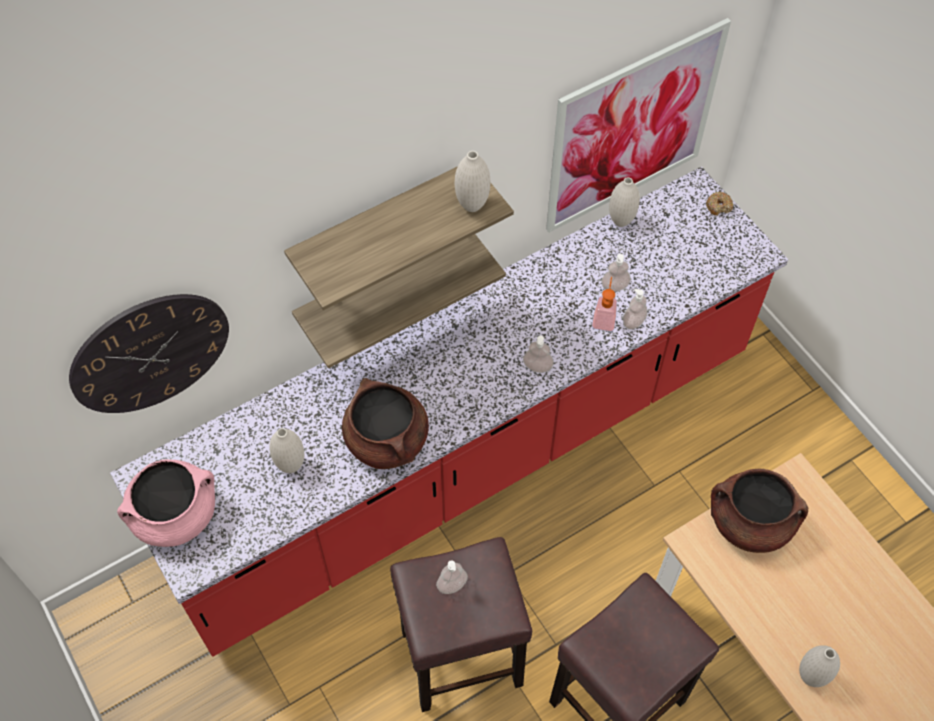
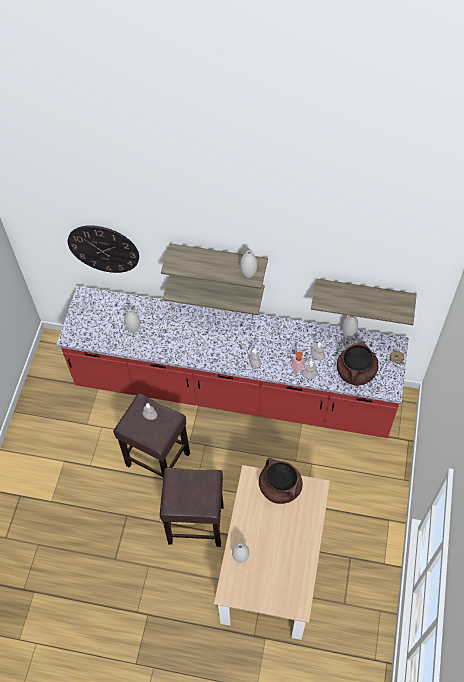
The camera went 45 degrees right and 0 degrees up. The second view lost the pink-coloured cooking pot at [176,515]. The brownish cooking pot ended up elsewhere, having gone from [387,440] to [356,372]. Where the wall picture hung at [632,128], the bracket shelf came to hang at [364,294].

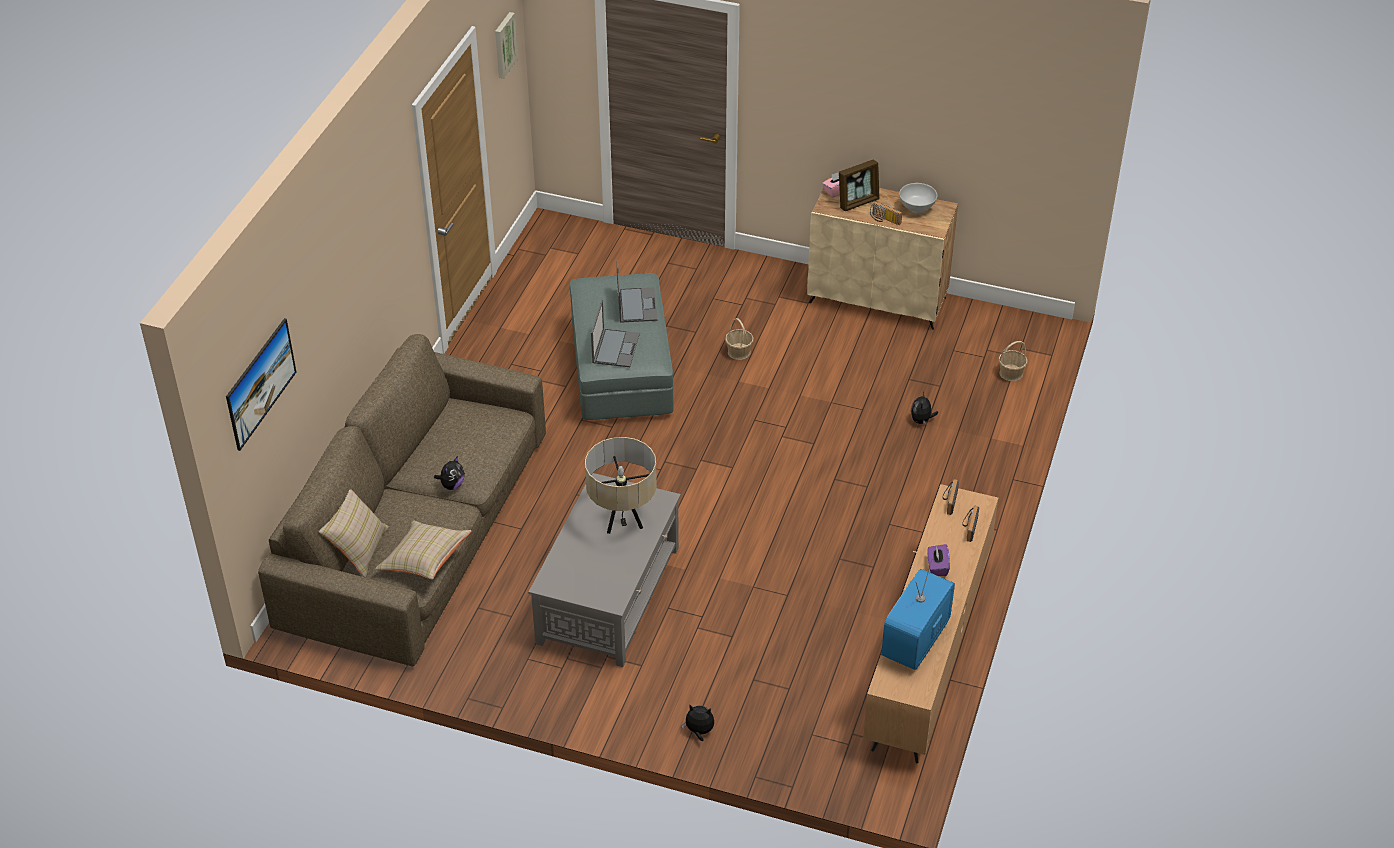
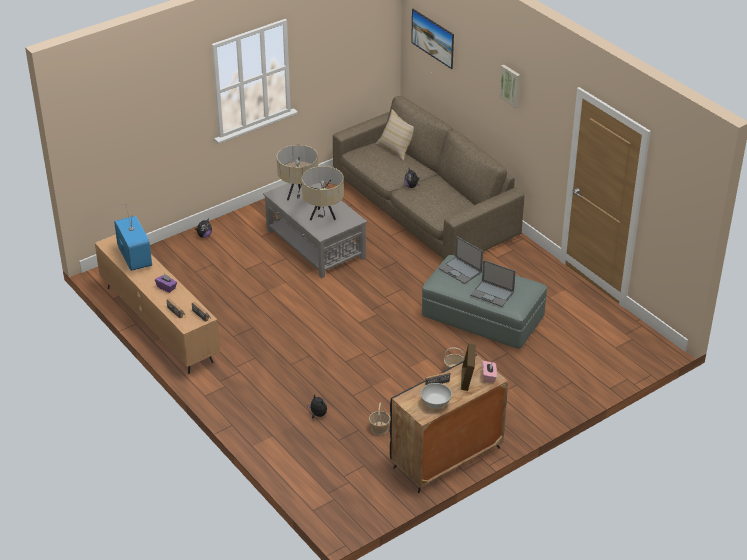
The camera went 125 degrees right and 5 degrees down. The second view lost the beige throw pillow at [424,560]. The wall picture ended up elsewhere, having gone from [504,45] to [511,85]. What was the beige cabinet at [878,300] turned into the black-coloured cabinet at [446,458]. The storage basket ended up elsewhere, having gone from [1011,373] to [379,429]. The second view gained the beige lamp for a table at [298,195].

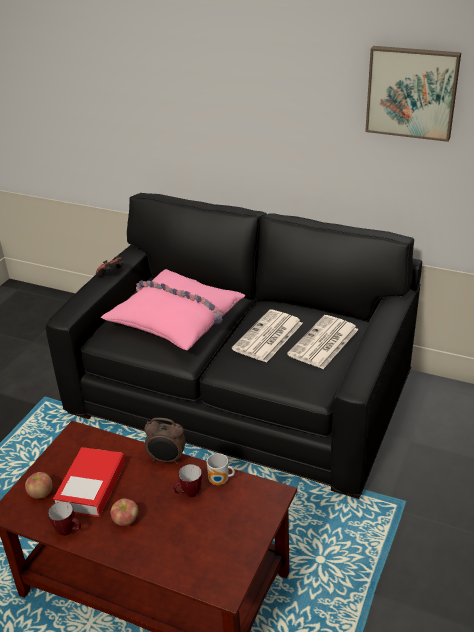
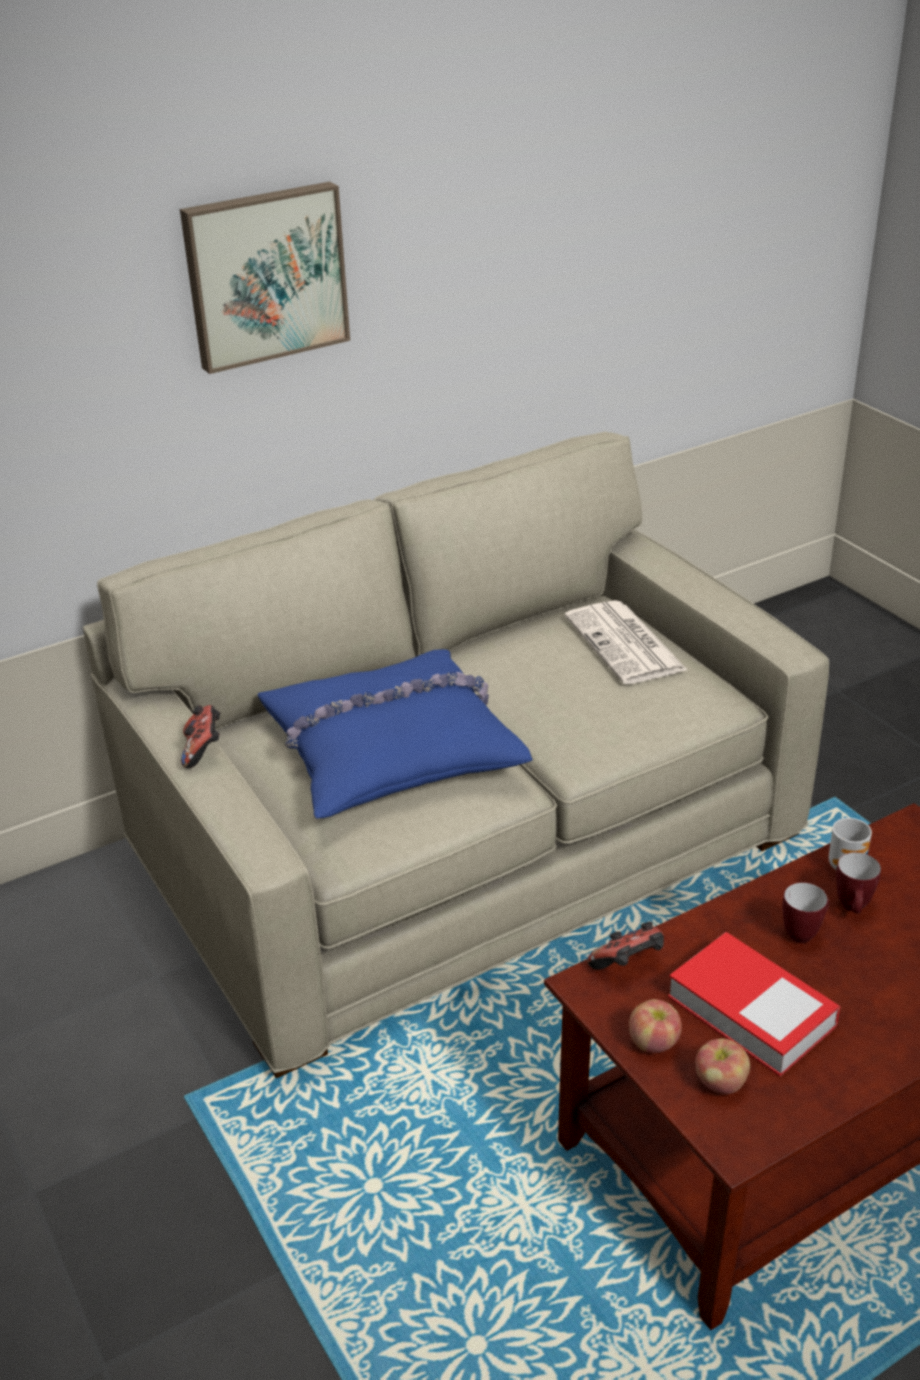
The camera went 55 degrees left and 0 degrees up. What was the black-coloured couch at [243,393] turned into the beige couch at [464,840]. The mug ended up elsewhere, having gone from [69,531] to [803,932]. What was the pink-coloured throw pillow at [177,318] turned into the blue throw pillow at [391,749]. The apple ended up elsewhere, having gone from [126,521] to [654,1043]. The second view lost the bedside clock at [167,459]. The second view lost the daily paper at [268,337]. The wall picture ended up elsewhere, having gone from [412,92] to [265,275]. The second view gained the game controller at [628,965].

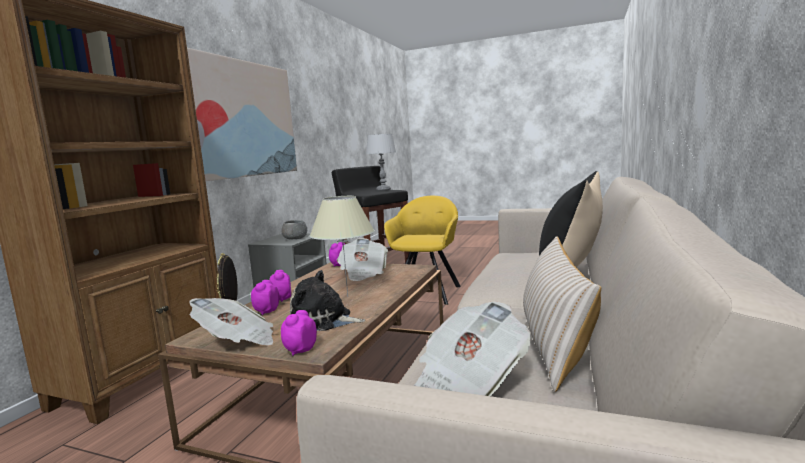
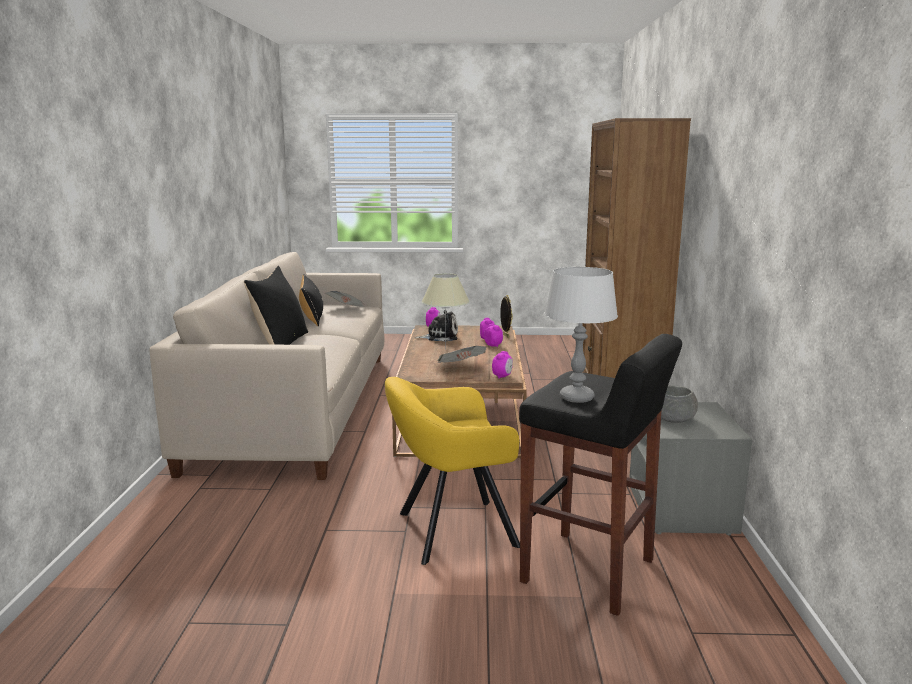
The camera went 160 degrees right and 5 degrees up. The second view lost the wall picture at [244,119]. The second view lost the daily paper at [237,341]. The yellowish armchair at [428,292] ended up facing another way, 75 degrees clockwise from before. What was the beige throw pillow at [554,341] turned into the black-coloured throw pillow at [312,317].

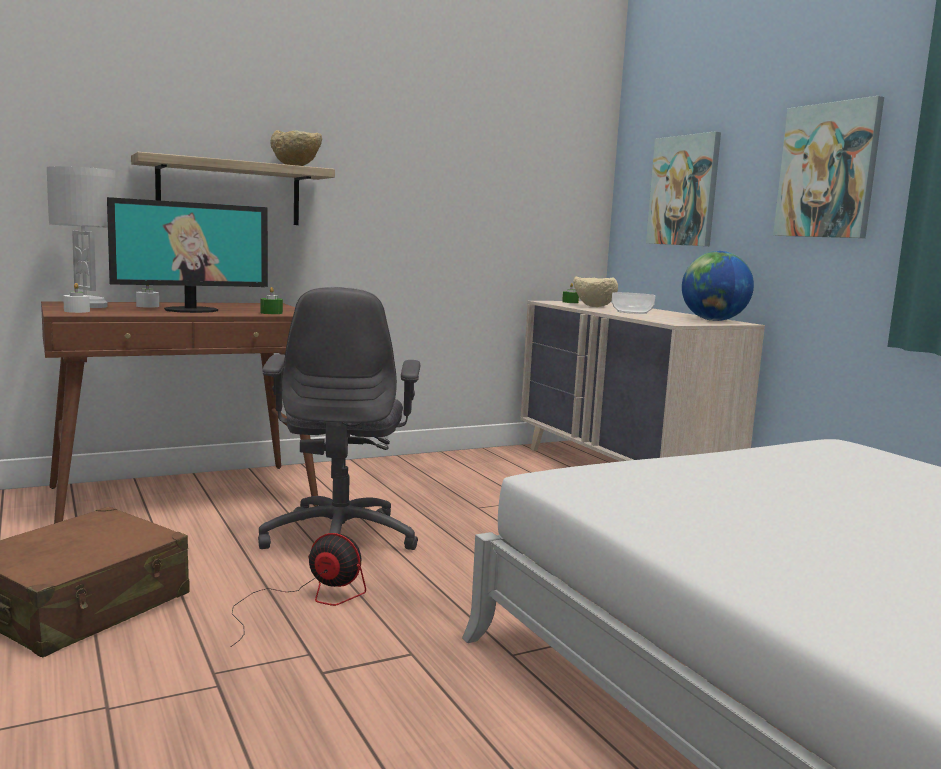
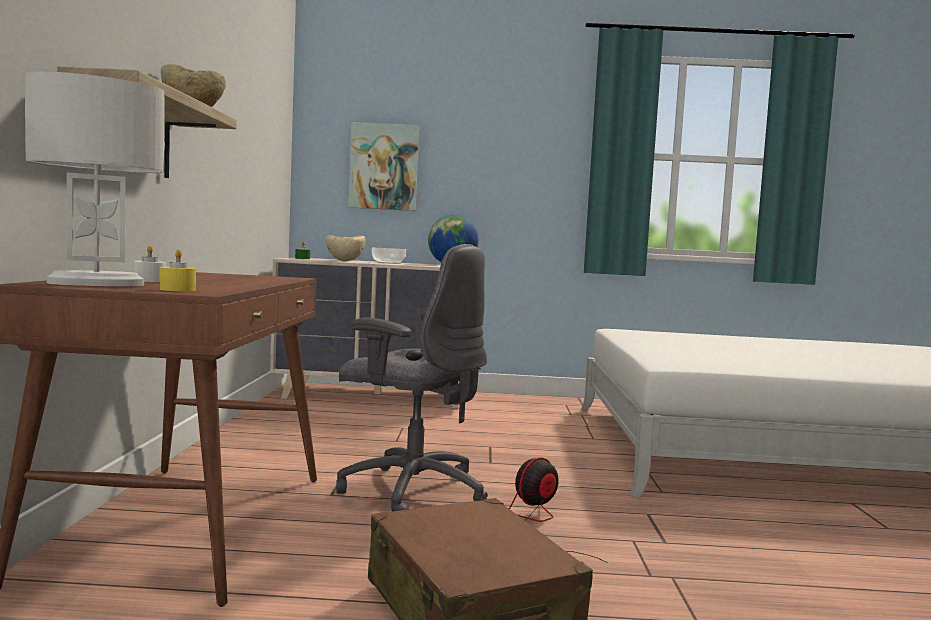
The camera went 60 degrees left and 5 degrees down. What was the white-coloured candle at [77,311] turned into the yellowish candle at [177,289]. The second view lost the computer screen at [191,310]. The second view lost the green-coloured candle at [271,313]. The second view lost the wall picture at [828,171].

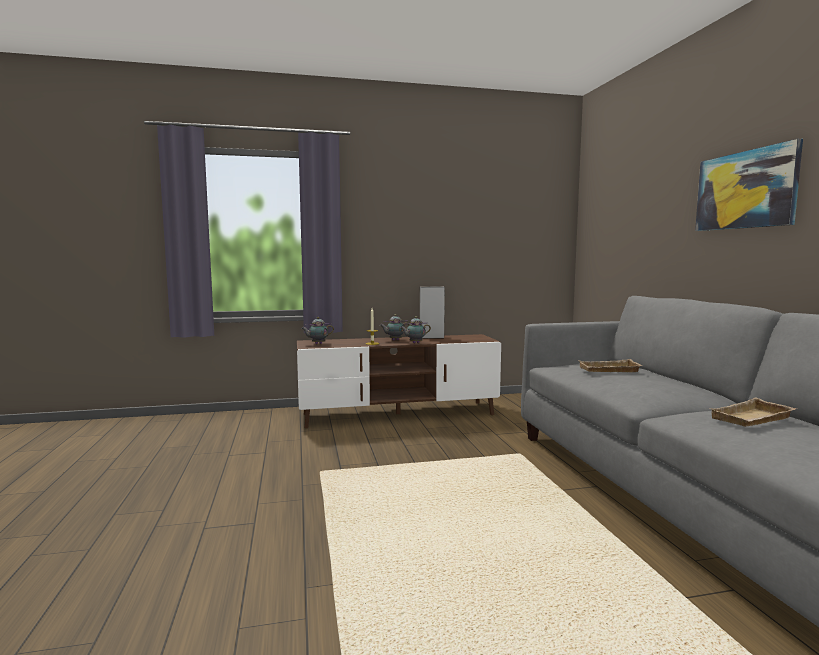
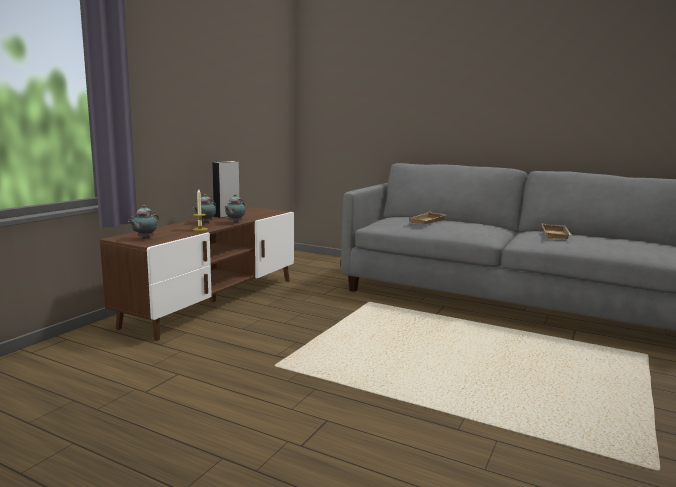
The camera went 50 degrees left and 5 degrees up. The second view lost the wall picture at [745,190].

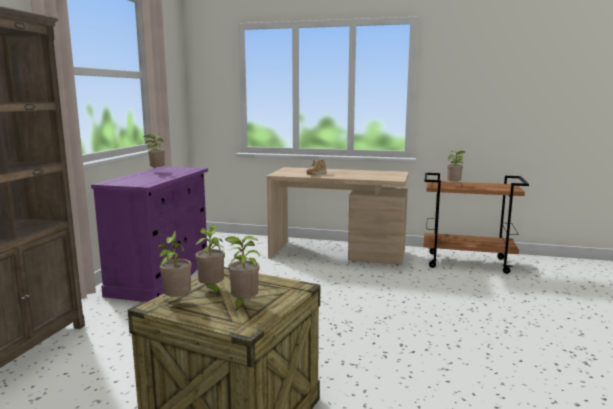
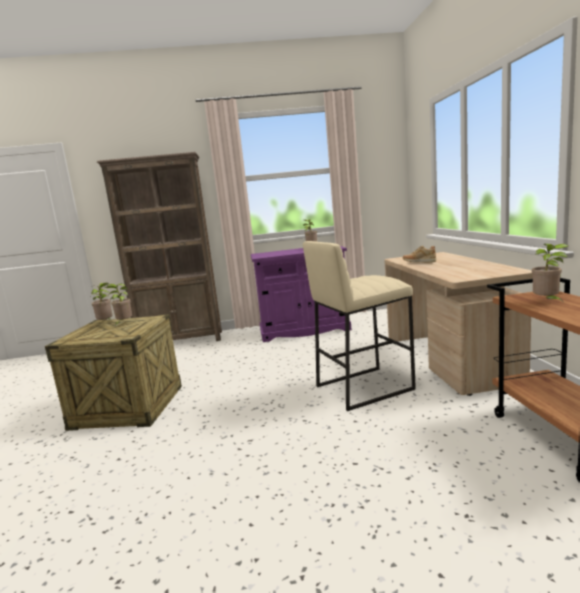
The camera went 70 degrees right and 0 degrees up. The second view lost the houseplant at [243,304]. The second view gained the beige stool at [363,387].

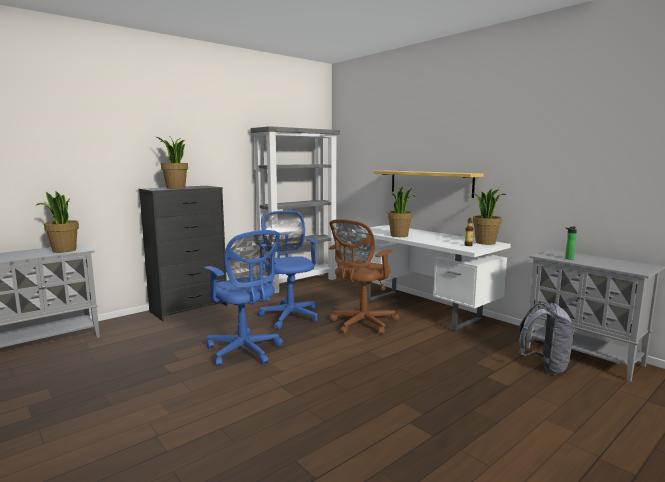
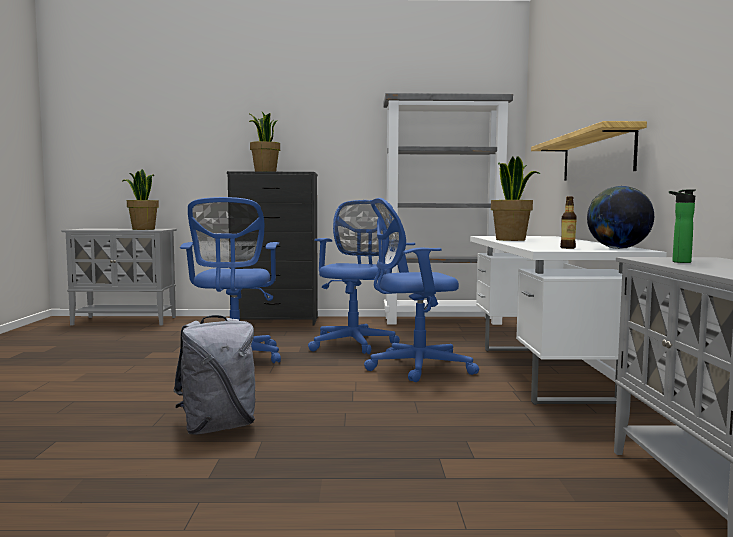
The camera went 40 degrees right and 5 degrees down. What was the brownish computer chair at [361,324] turned into the blue computer chair at [414,368]. Where the houseplant stood at [485,242], the world globe came to stand at [618,248]. The grey rucksack ended up elsewhere, having gone from [544,366] to [218,427].

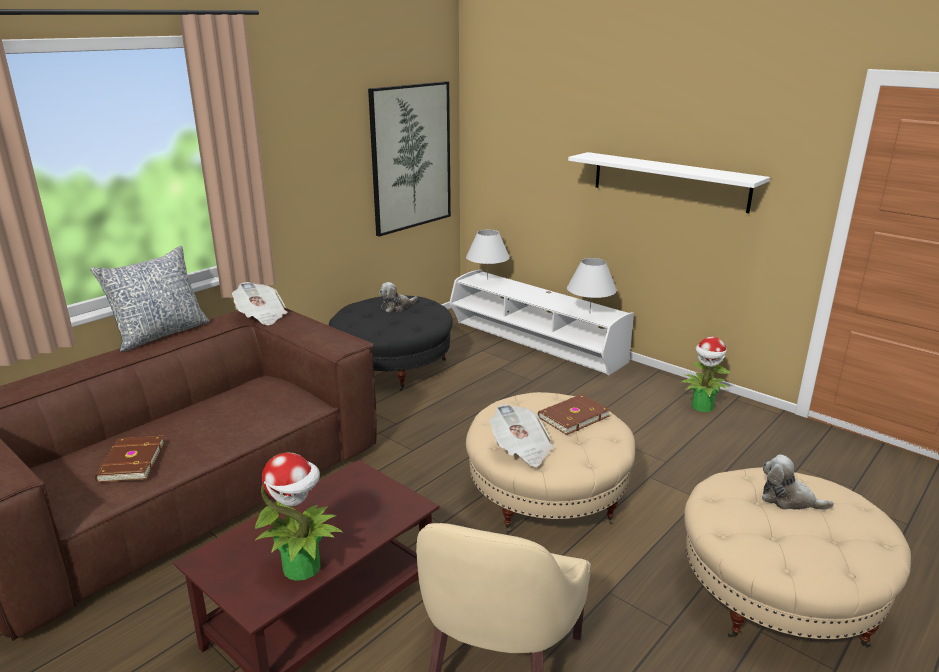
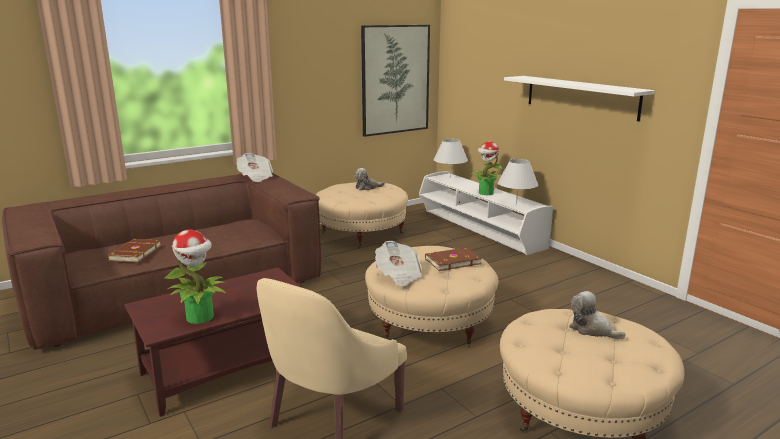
The camera went 15 degrees right and 5 degrees down. The second view lost the throw pillow at [160,334]. What was the black-coloured pouffe at [393,366] turned into the beige pouffe at [362,233]. The houseplant ended up elsewhere, having gone from [702,407] to [485,193].

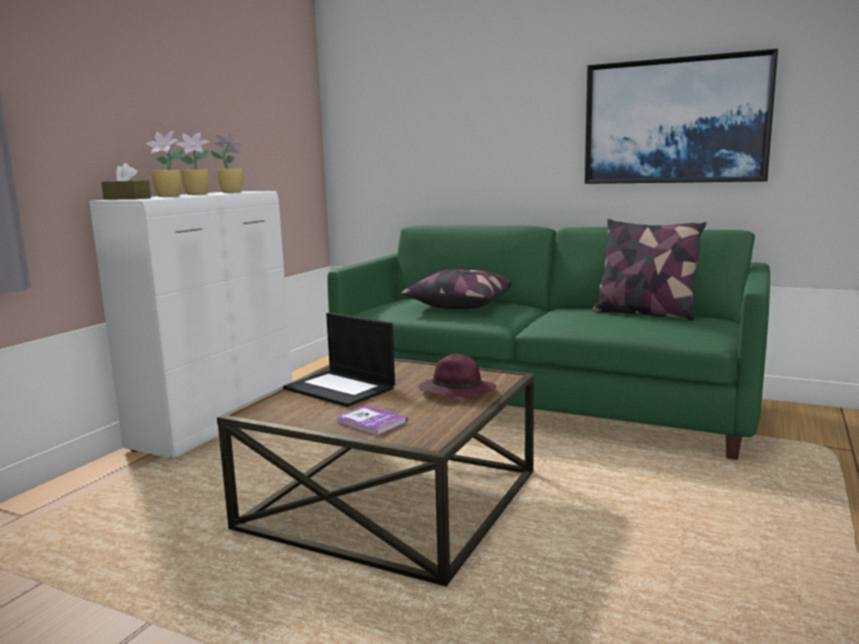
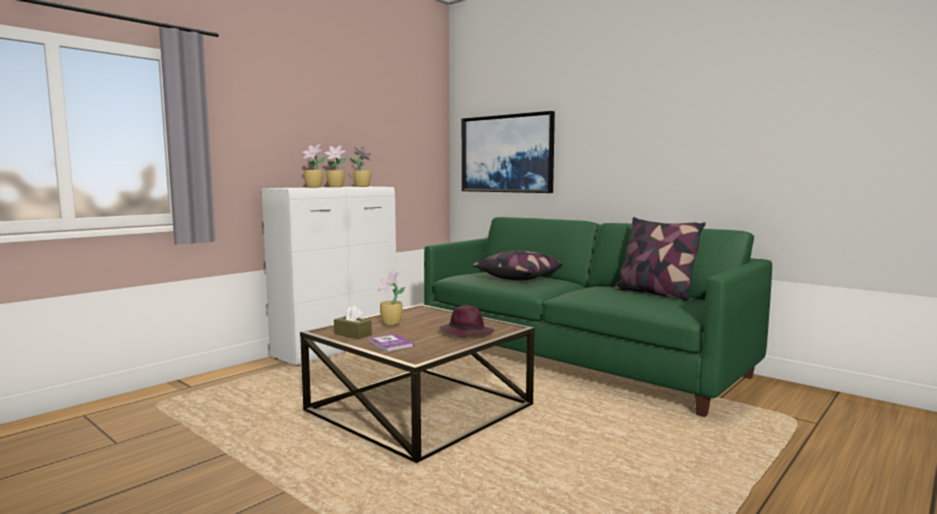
The camera went 15 degrees right and 5 degrees down. The brownish tissue holder ended up elsewhere, having gone from [127,199] to [352,334]. Where the laptop stood at [341,388], the houseplant came to stand at [391,323]. The wall picture ended up elsewhere, having gone from [675,121] to [507,154].

